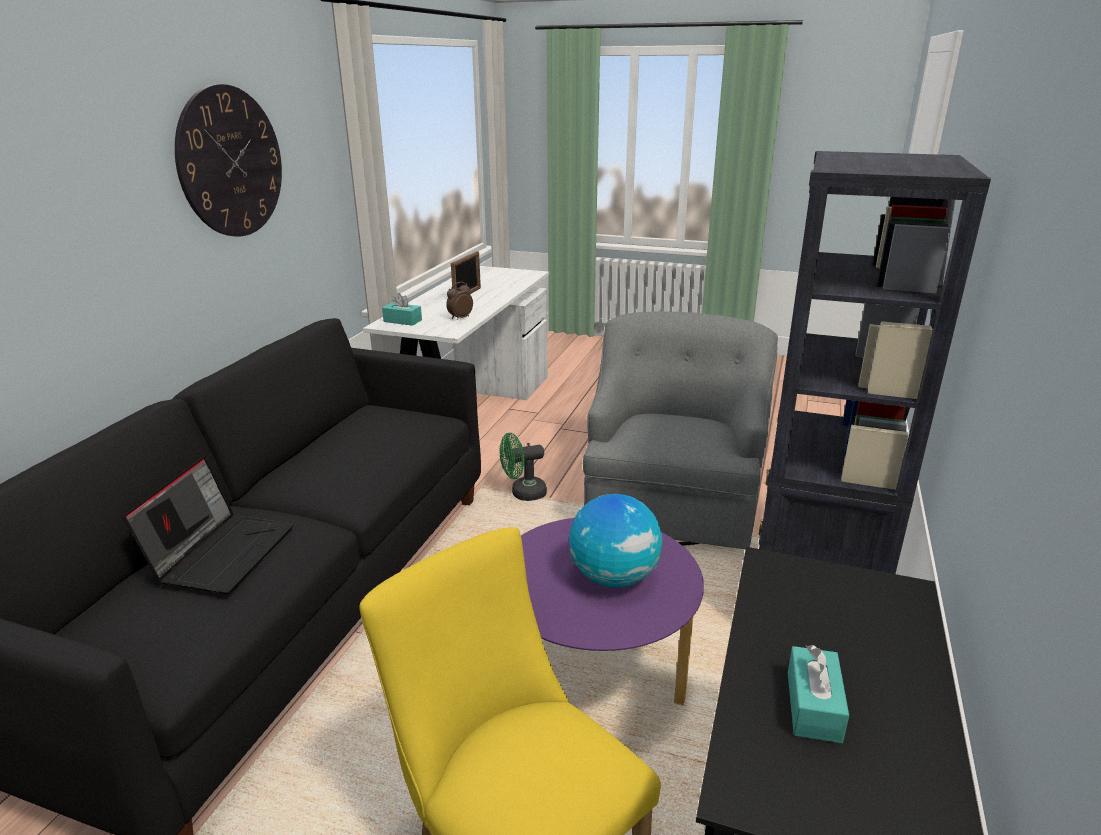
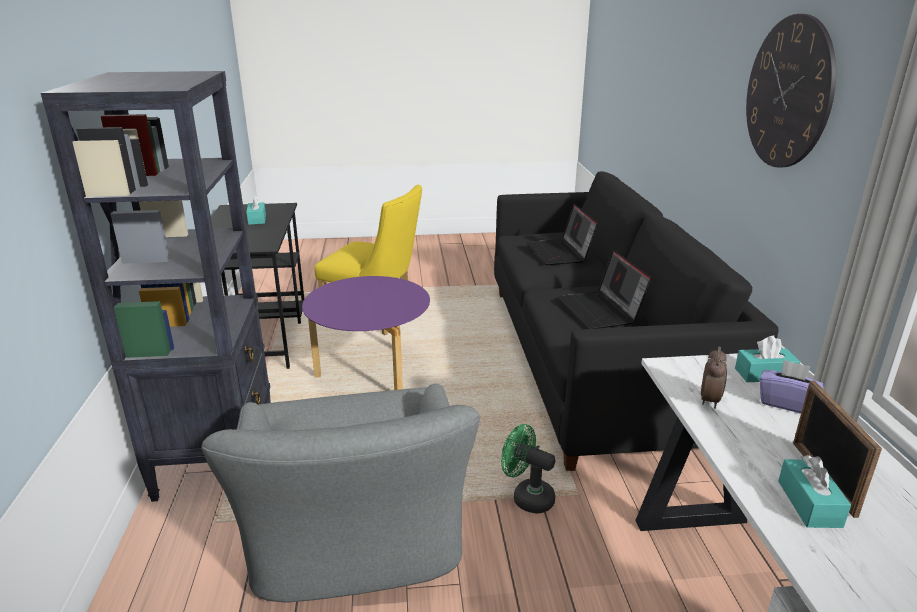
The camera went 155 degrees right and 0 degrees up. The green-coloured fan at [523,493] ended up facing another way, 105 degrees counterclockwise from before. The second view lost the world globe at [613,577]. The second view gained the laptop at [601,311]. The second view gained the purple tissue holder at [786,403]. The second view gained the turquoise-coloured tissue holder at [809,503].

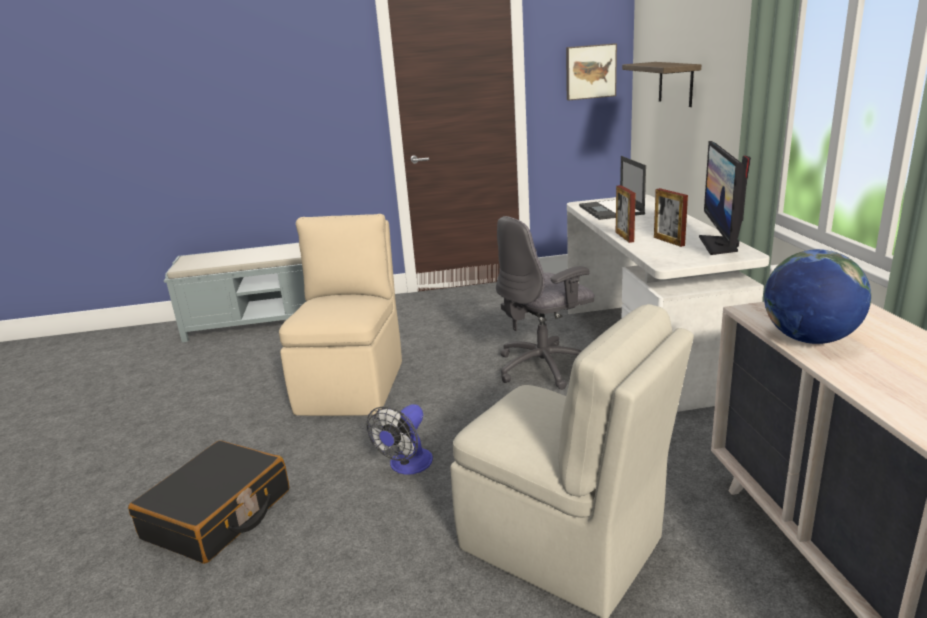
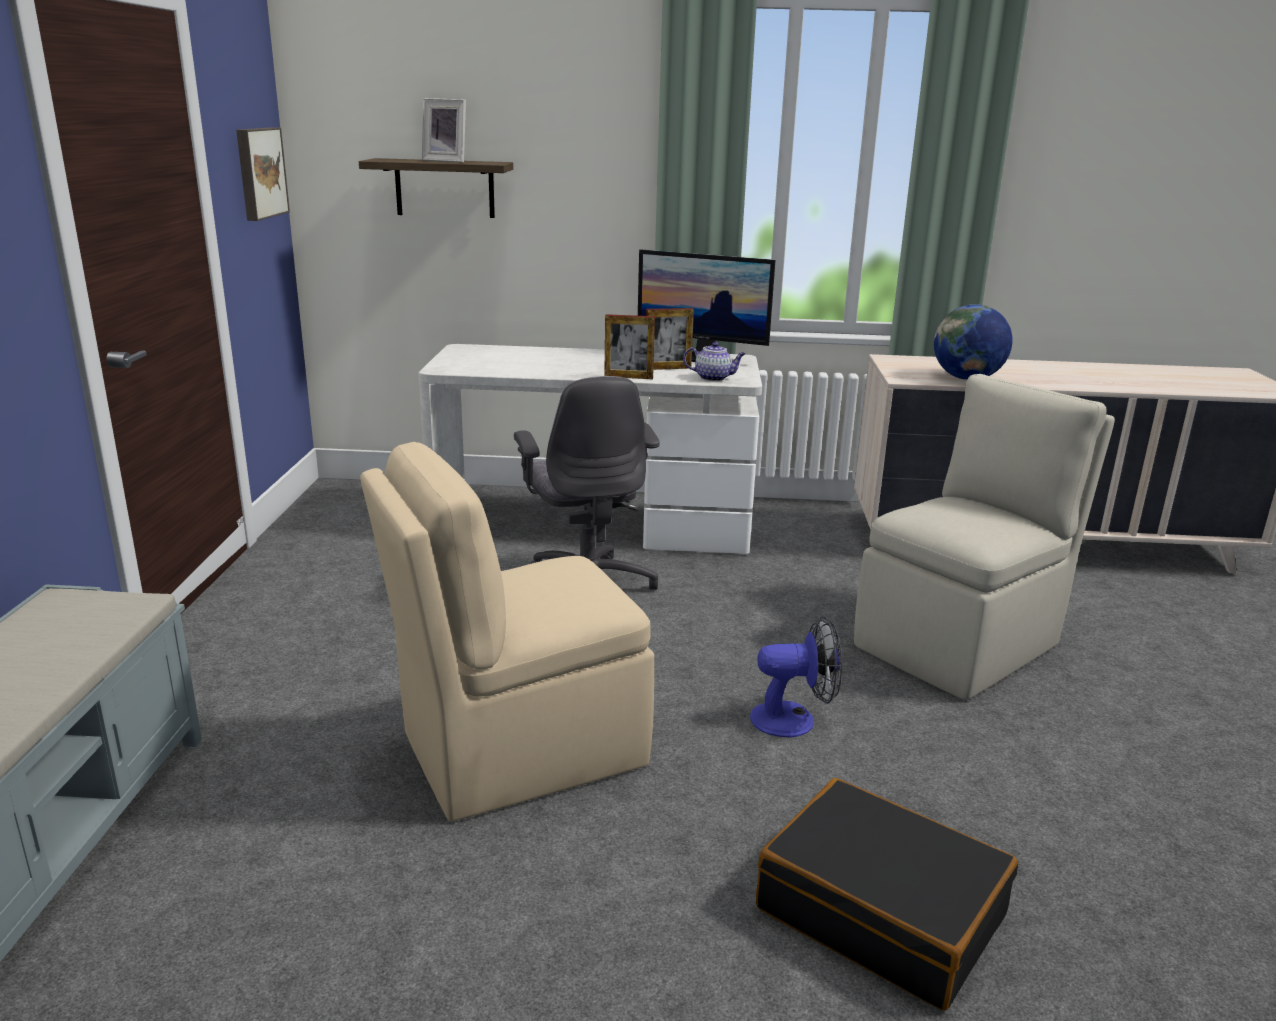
The camera went 80 degrees left and 0 degrees up. The beige upright chair at [353,385] ended up facing another way, 45 degrees counterclockwise from before. The fan at [407,466] ended up facing another way, 45 degrees counterclockwise from before. The second view lost the laptop at [611,210]. The second view gained the picture frame at [447,161]. The second view gained the teapot at [714,378].

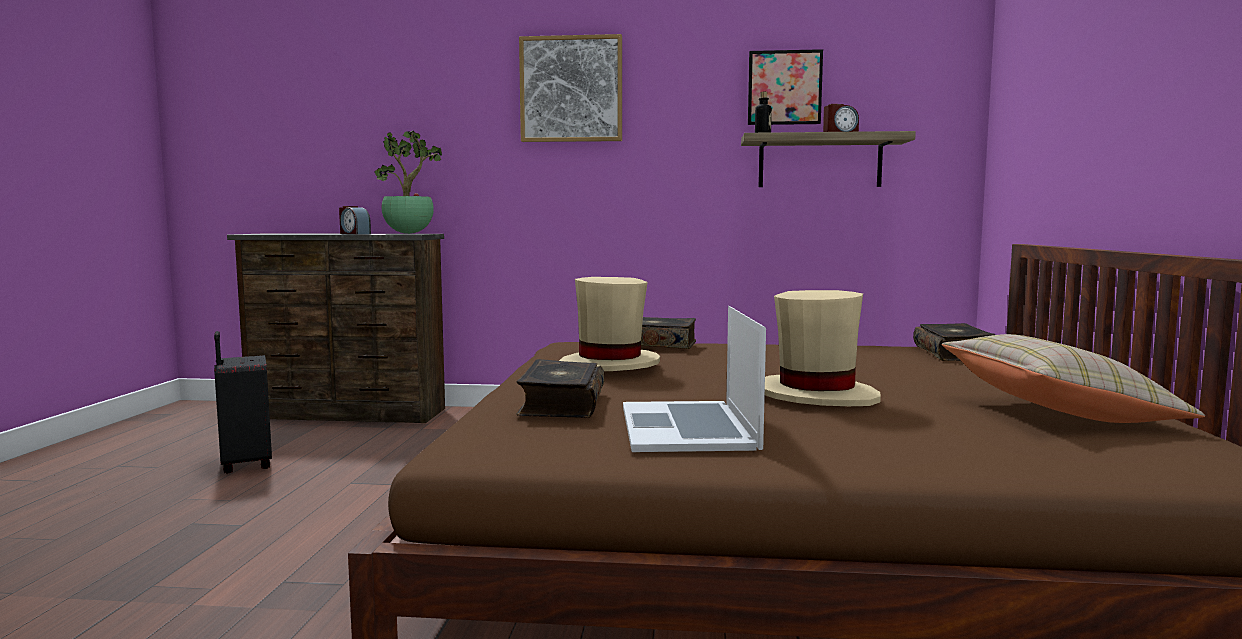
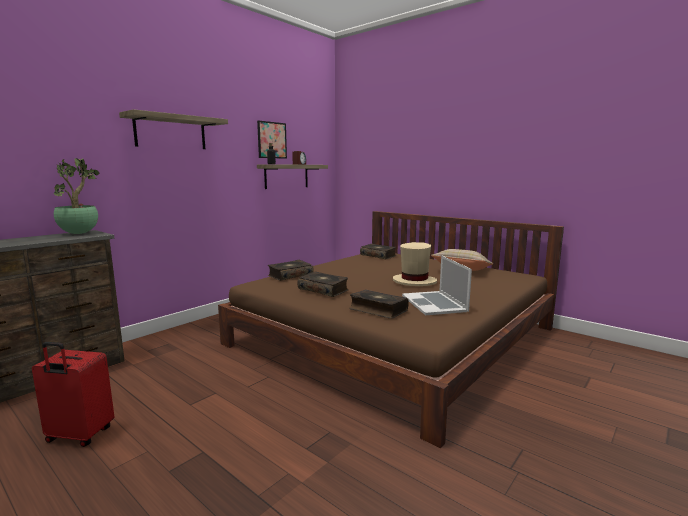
The camera went 55 degrees left and 5 degrees up. What was the black-coloured travel case at [245,464] turned into the reddish travel case at [79,436]. The second view lost the bedside clock at [354,234]. Where the wall picture hung at [571,89], the bracket shelf came to hang at [171,132]. Where the beige wearable hat stood at [610,365], the volume came to stand at [323,290]. The laptop at [688,427] ended up facing another way, 45 degrees clockwise from before.

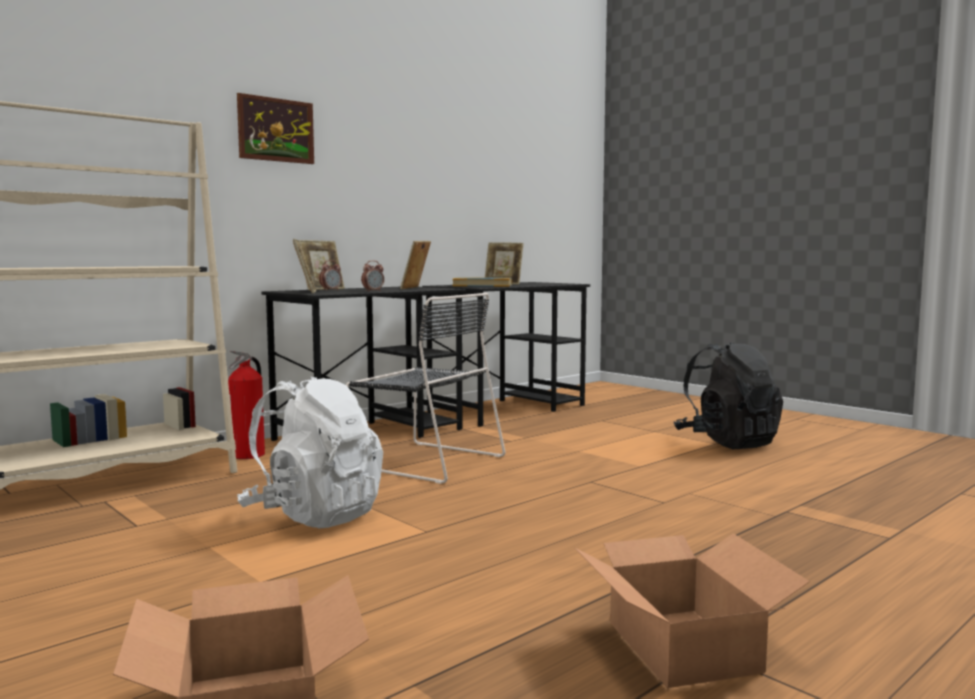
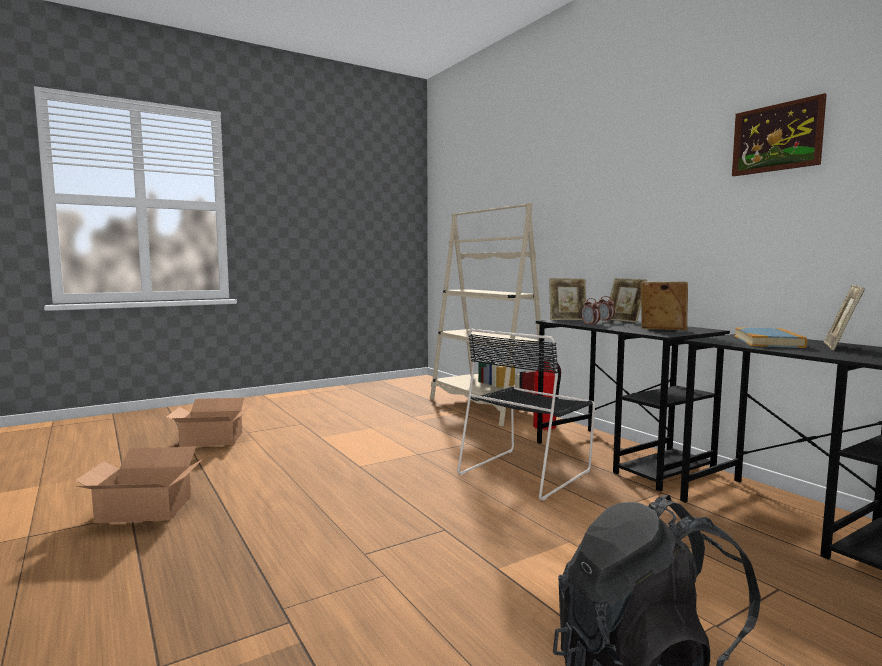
The camera went 100 degrees right and 0 degrees up. The wall picture ended up elsewhere, having gone from [276,130] to [776,138]. The second view lost the white-coloured rucksack at [314,515].

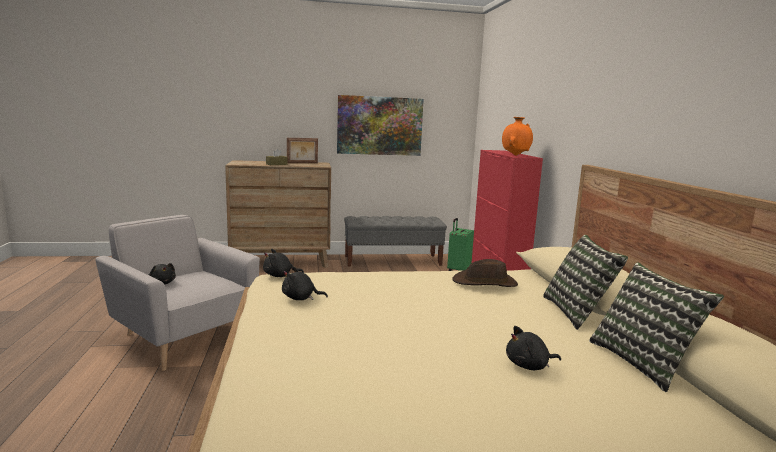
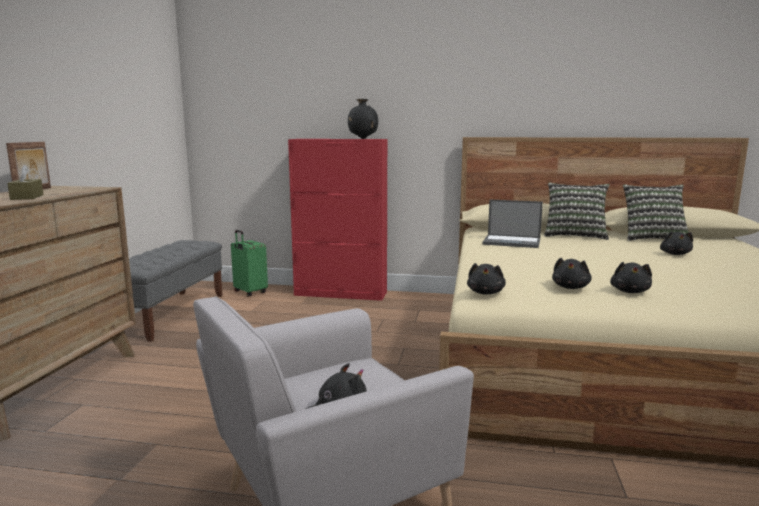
The camera went 70 degrees left and 0 degrees up. The second view lost the wall picture at [379,126]. Where the brownish wearable hat stood at [485,283], the laptop came to stand at [512,242]. What was the orange-coloured flower vase at [515,155] turned into the black-coloured flower vase at [362,138]. The second view gained the black-coloured plush toy at [630,291].

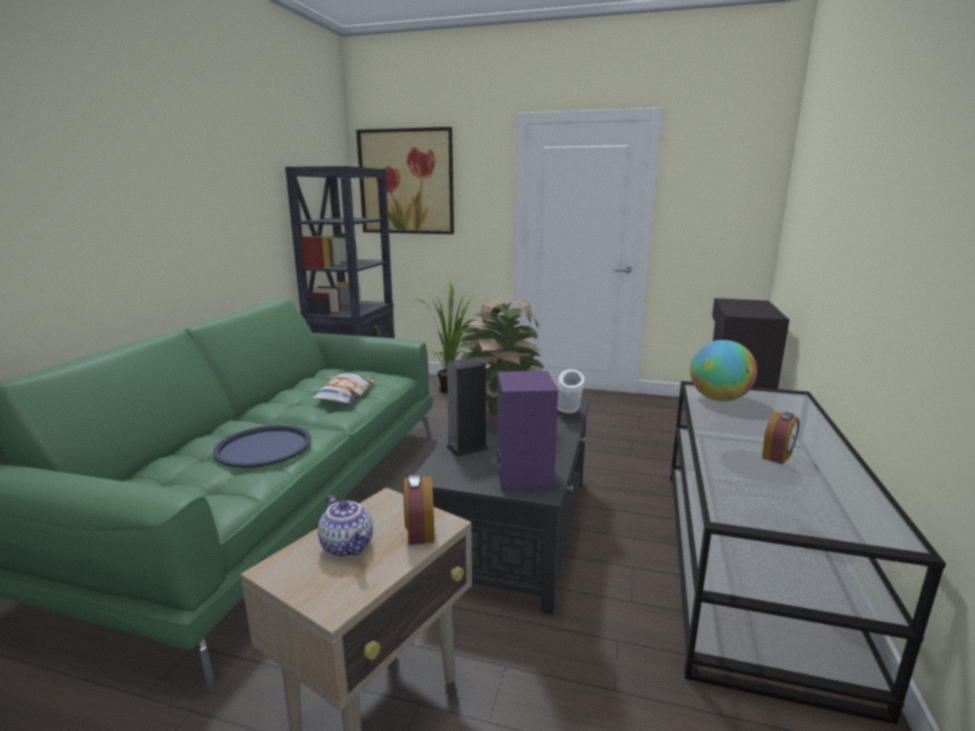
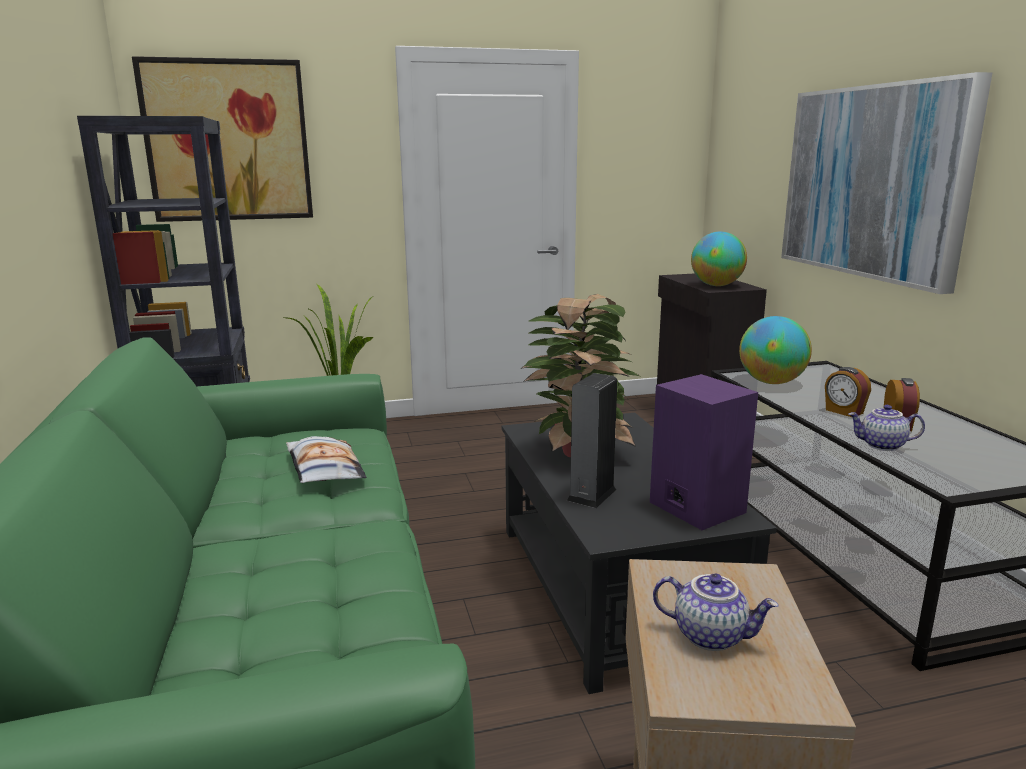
The camera went 30 degrees left and 0 degrees up. The second view lost the blue serving tray at [264,447]. The bedside clock ended up elsewhere, having gone from [419,532] to [844,412]. The second view lost the white-coloured flower vase at [568,415]. The second view gained the world globe at [716,285]. The second view gained the wall picture at [873,182]. The second view gained the teapot at [882,446].

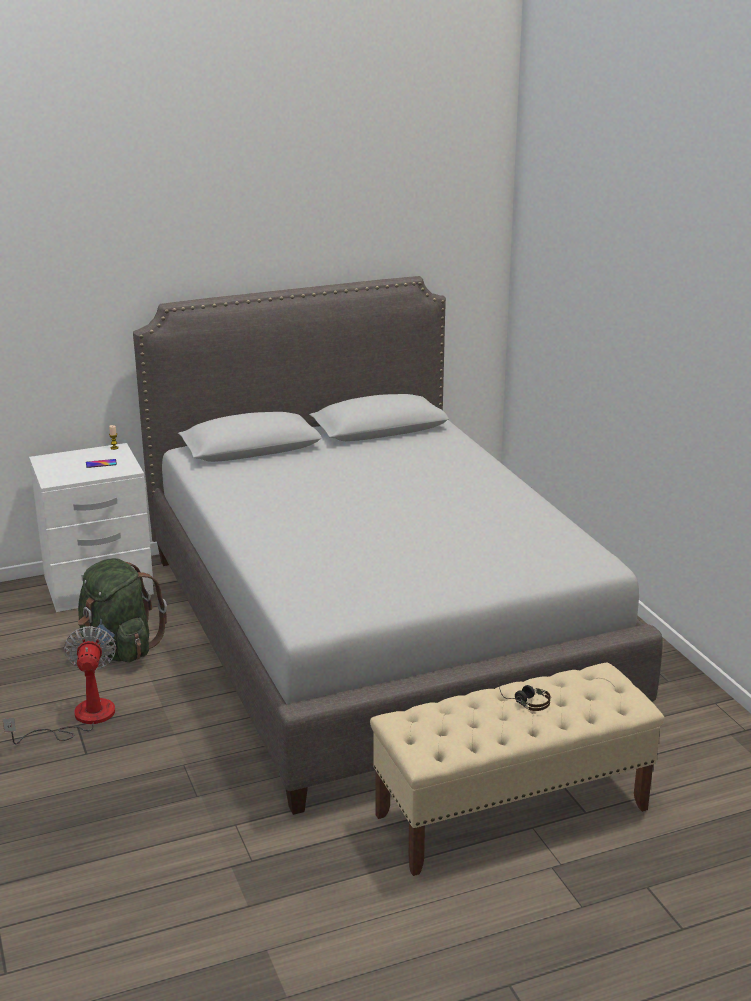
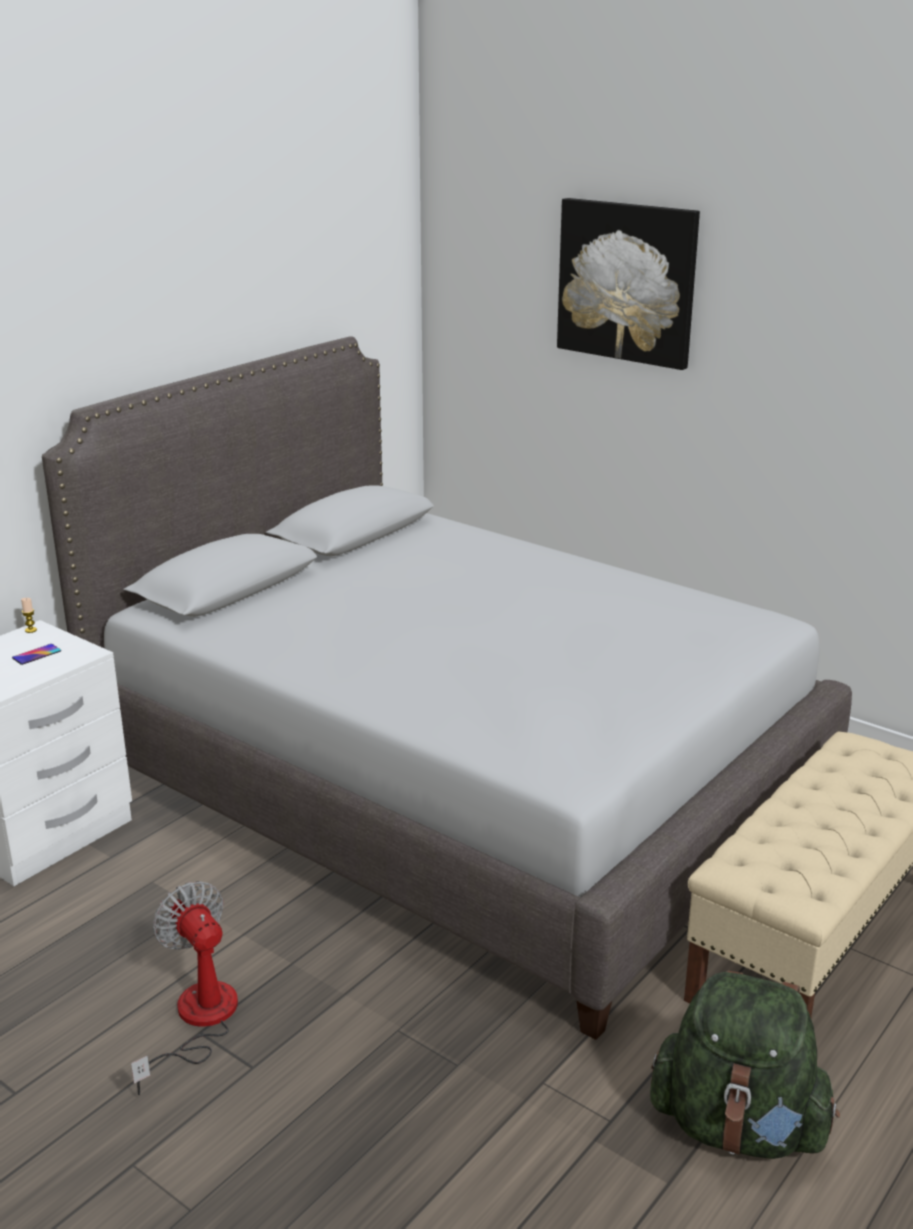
The camera went 30 degrees left and 0 degrees up. The green-coloured rucksack ended up elsewhere, having gone from [119,650] to [737,1127]. The second view lost the headphones at [523,701]. The second view gained the wall picture at [627,282].

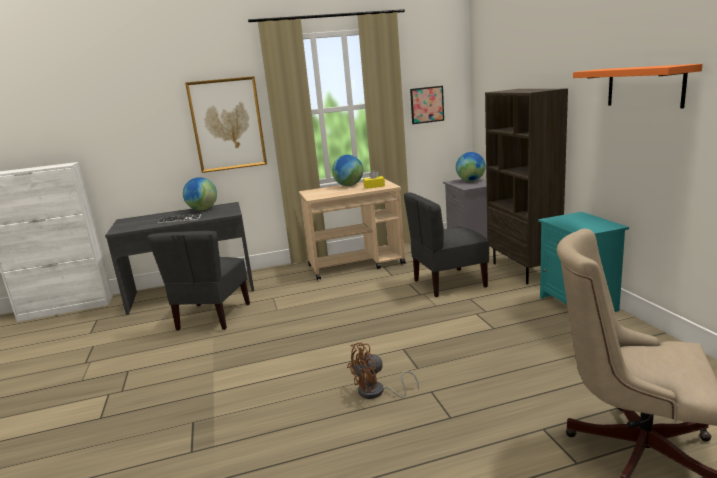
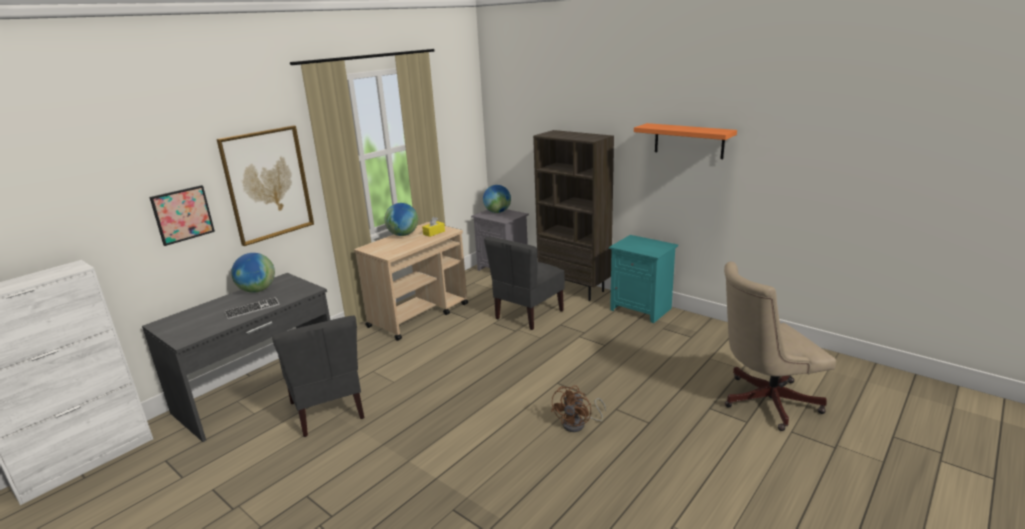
The camera went 35 degrees left and 5 degrees up. The wall picture ended up elsewhere, having gone from [427,105] to [183,215].

